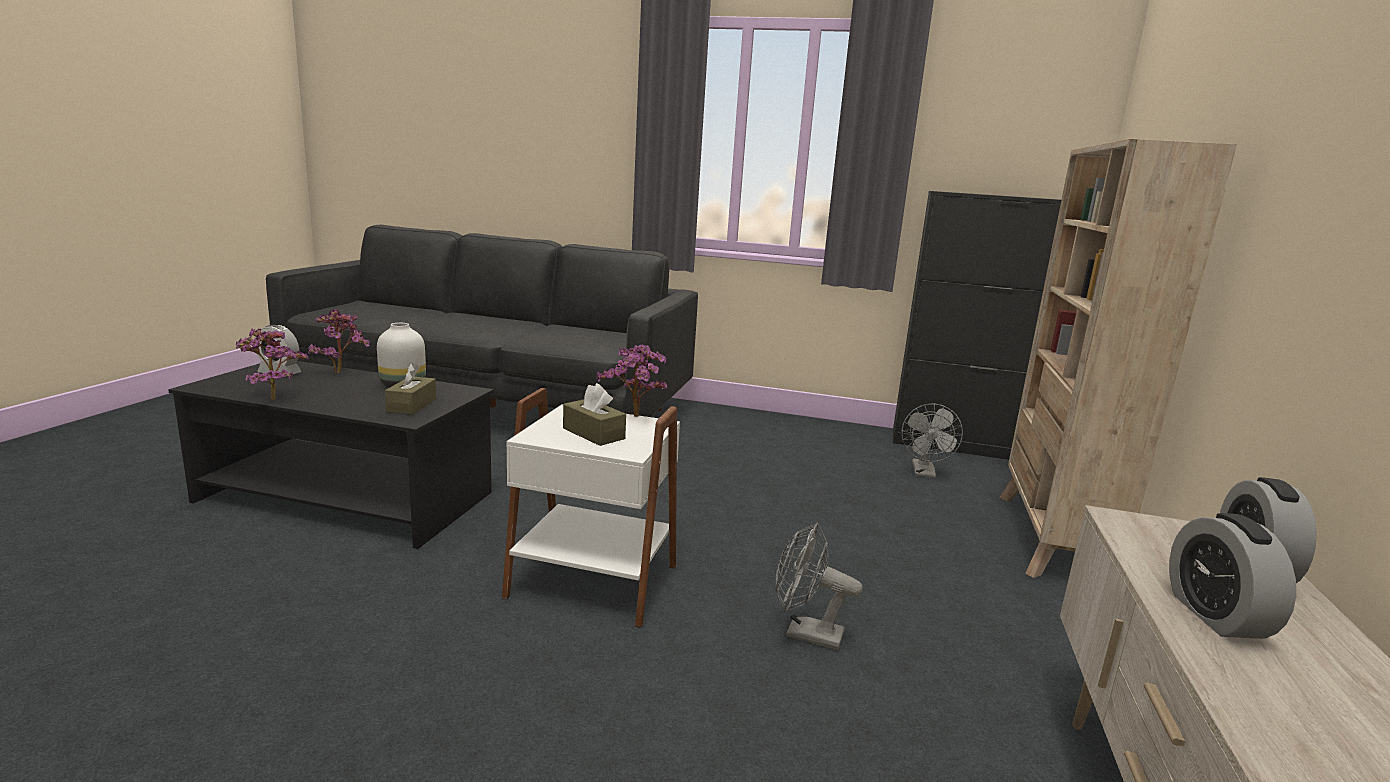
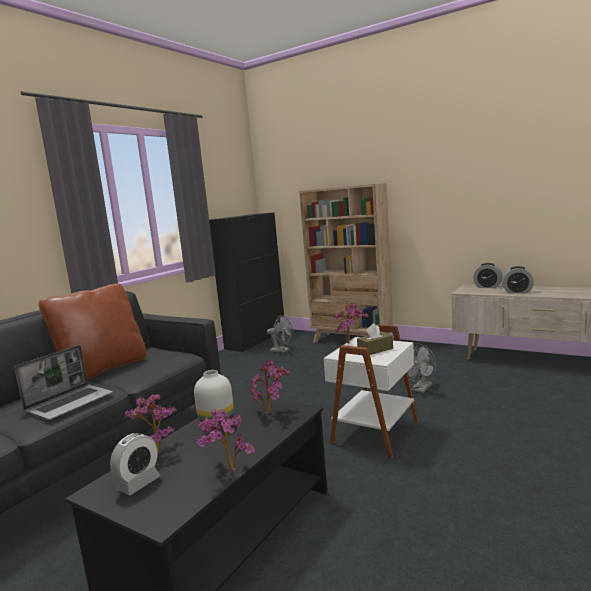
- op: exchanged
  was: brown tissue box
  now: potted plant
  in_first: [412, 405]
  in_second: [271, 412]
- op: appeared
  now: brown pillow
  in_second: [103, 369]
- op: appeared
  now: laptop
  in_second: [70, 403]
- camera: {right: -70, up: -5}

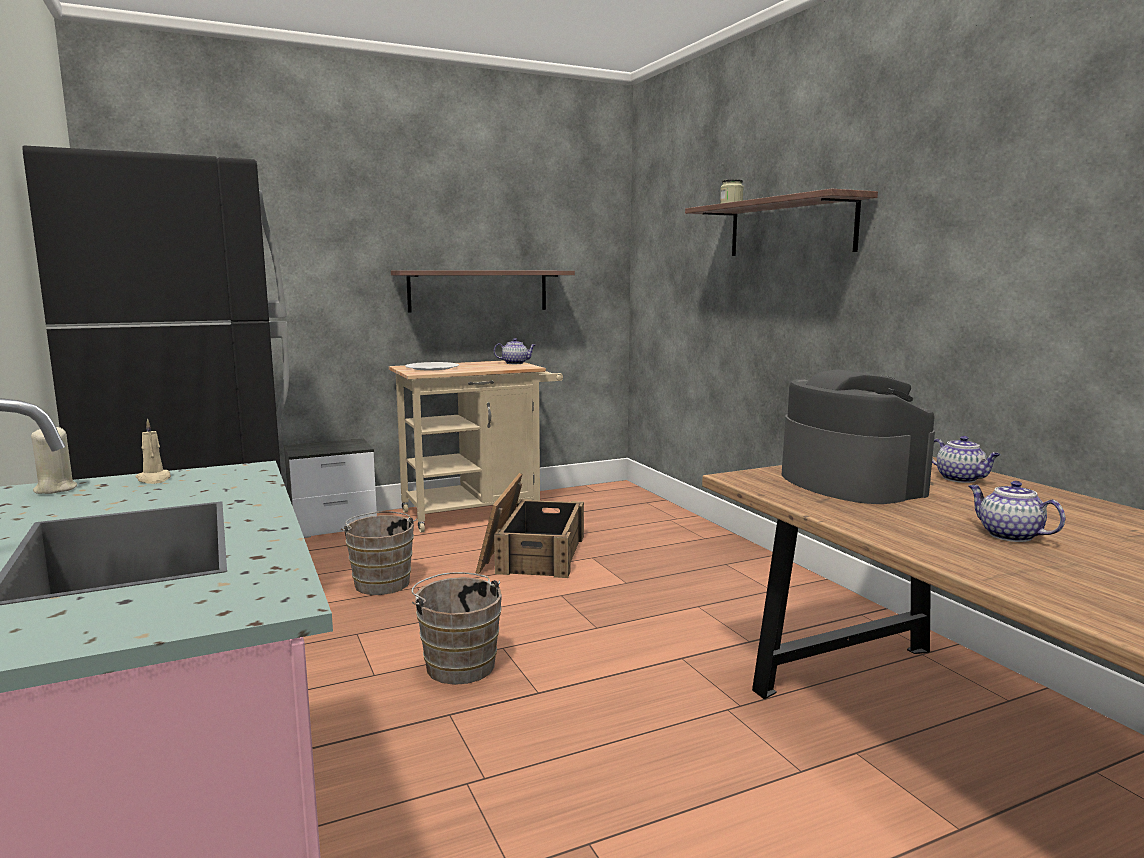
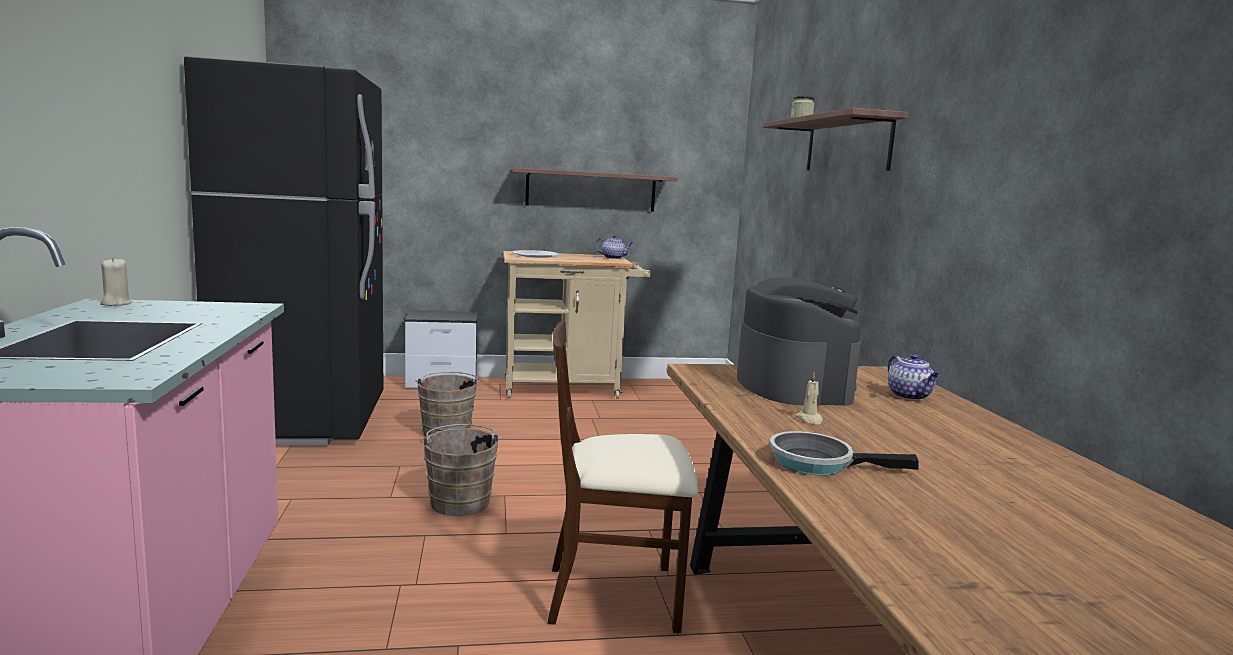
- op: relocated
  was: beige candle
  in_first: [154, 479]
  in_second: [809, 419]
- op: missing
  was: crate
  in_first: [531, 553]
- op: missing
  was: teapot
  in_first: [1008, 535]
- op: appeared
  now: beige chair
  in_second: [615, 595]
- op: appeared
  now: frying pan
  in_second: [817, 463]
- camera: {right: 15, up: 0}

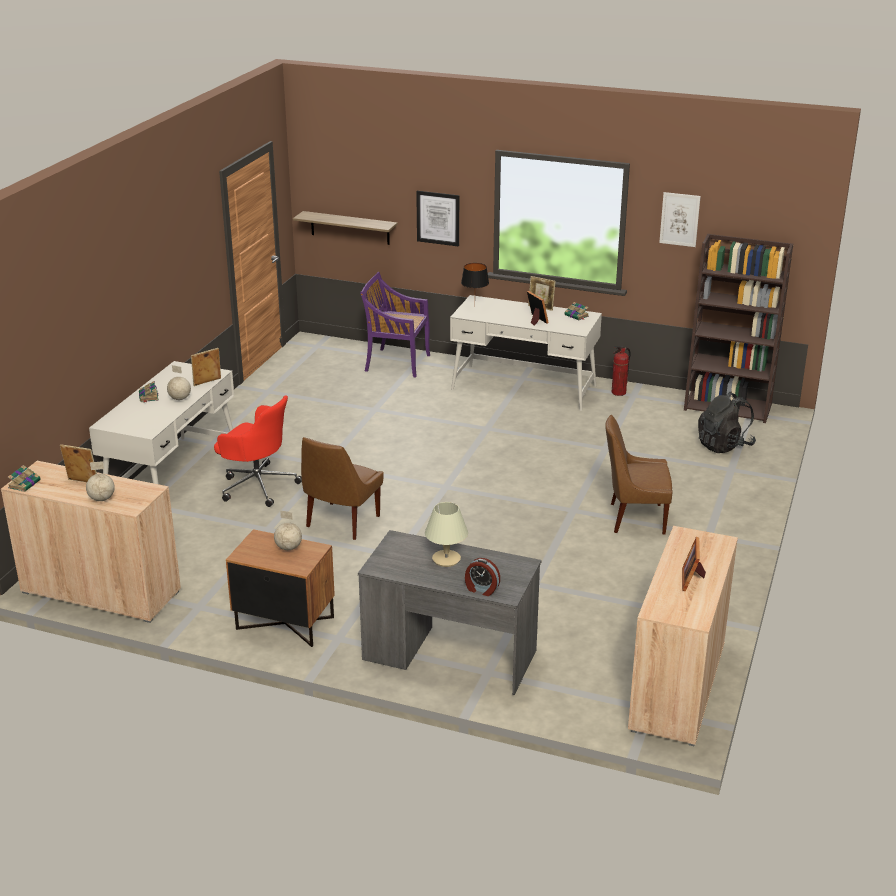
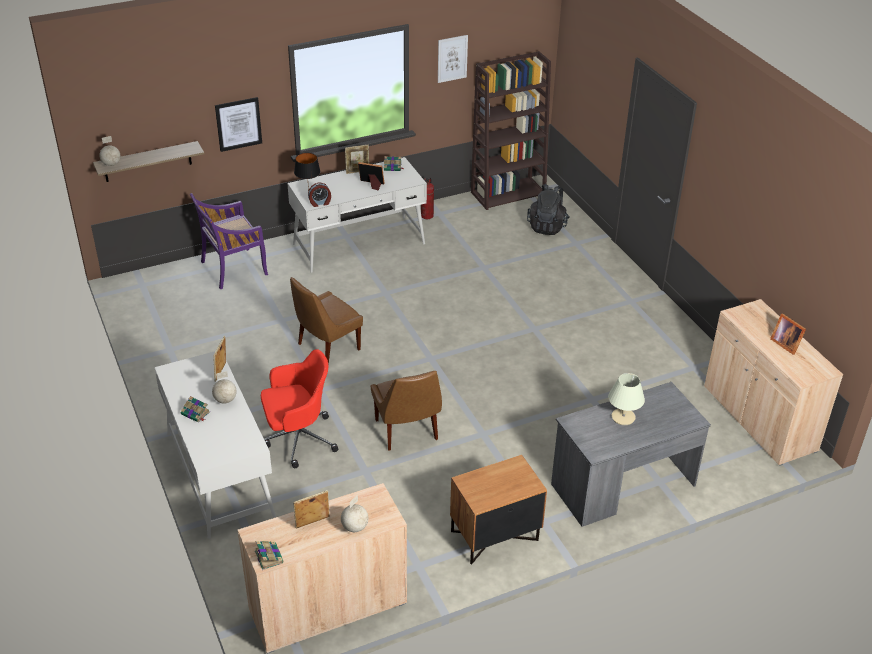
- op: relocated
  was: brown chair
  in_first: [634, 518]
  in_second: [326, 347]
- op: relocated
  was: globe
  in_first: [288, 547]
  in_second: [111, 164]
- op: relocated
  was: alarm clock
  in_first: [481, 589]
  in_second: [320, 203]
- camera: {right: -45, up: 10}

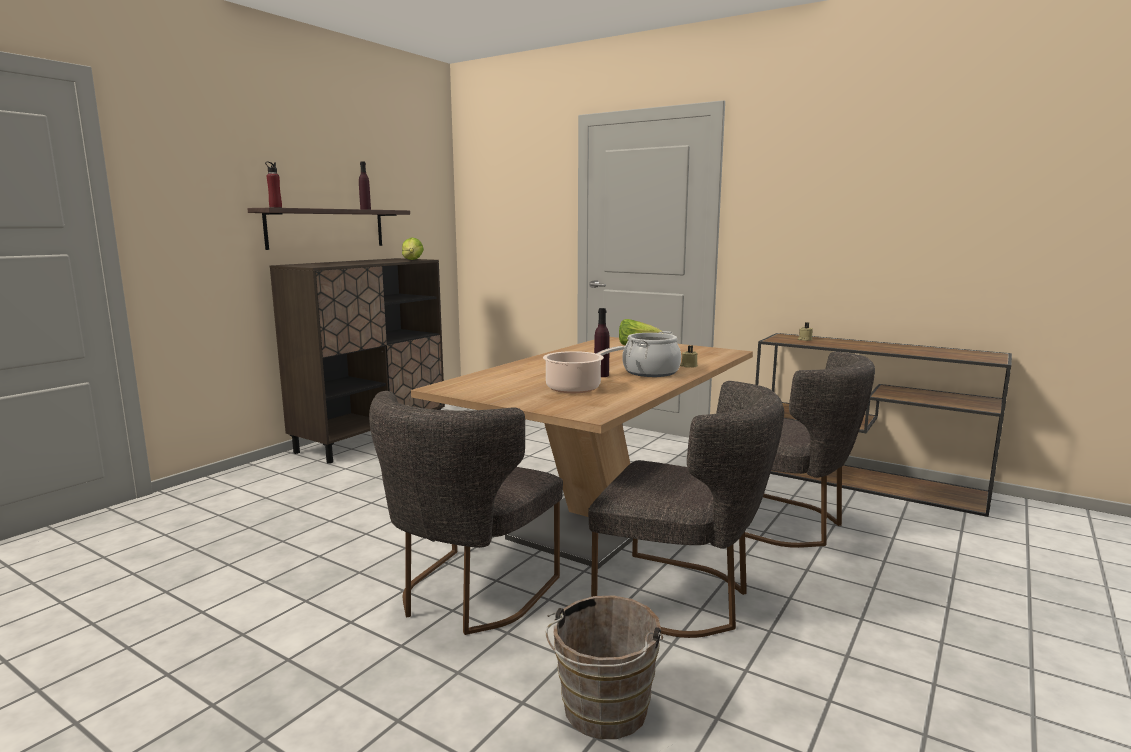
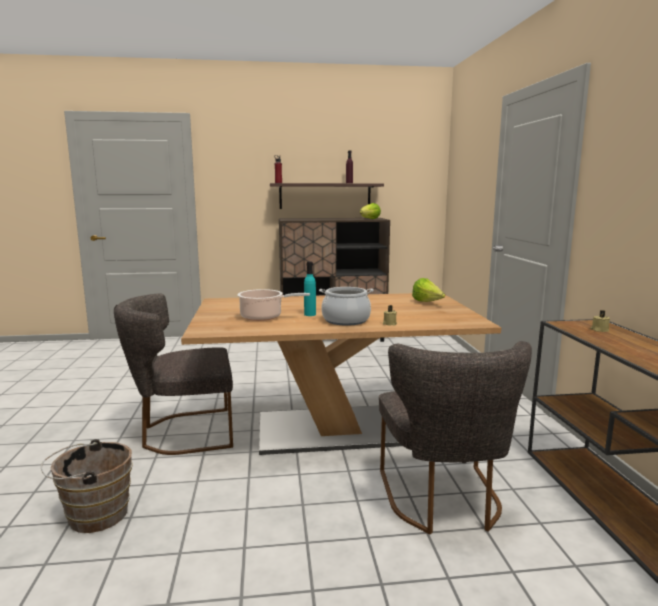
- op: colour
  was: purple bottle
  now: turquoise bottle
  in_first: [601, 375]
  in_second: [310, 314]
- op: missing
  was: grey chair
  in_first: [682, 598]
- camera: {right: 50, up: 0}

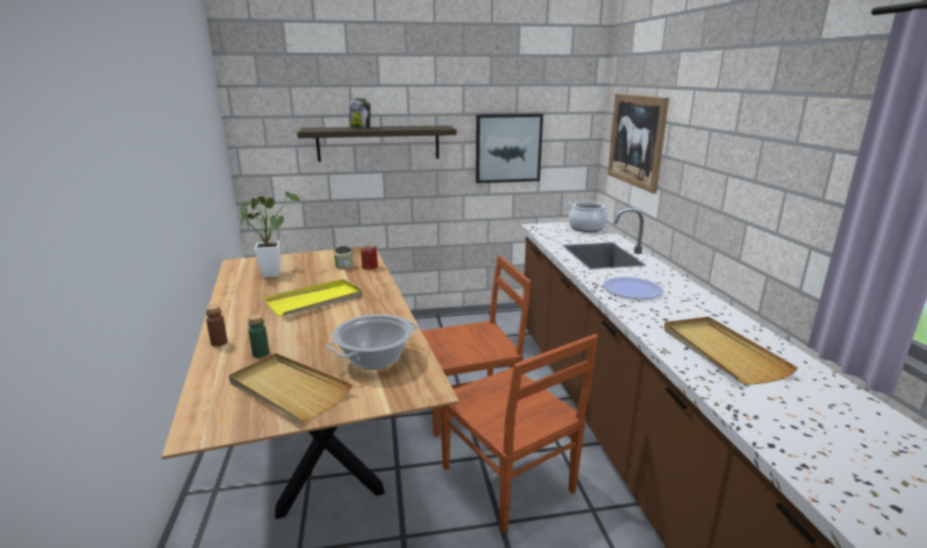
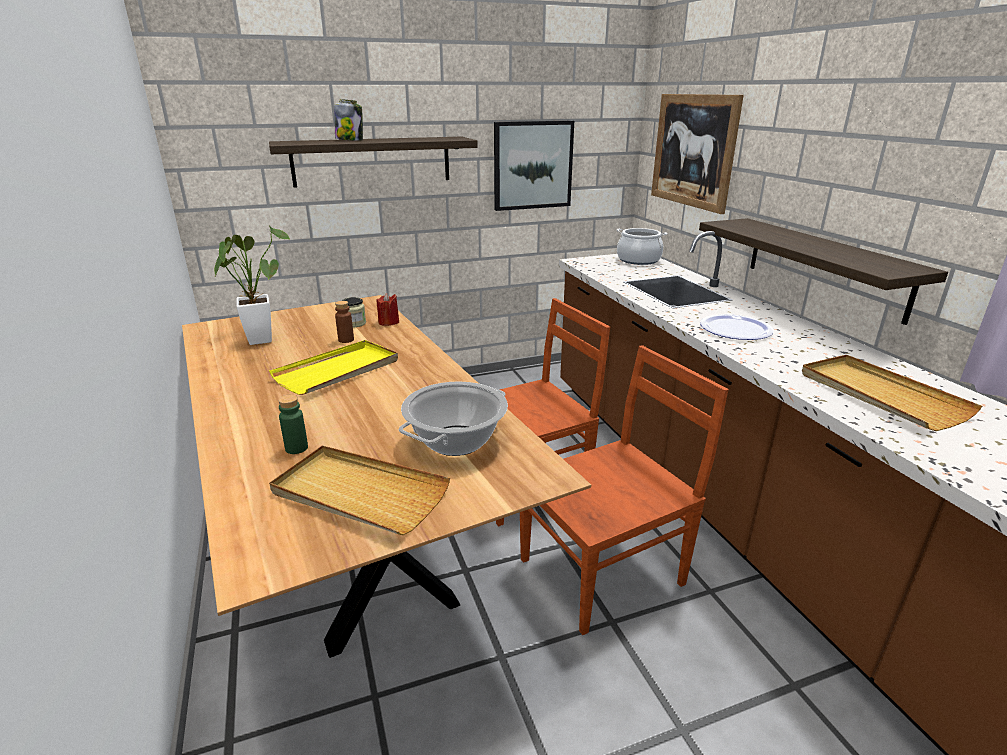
- op: relocated
  was: brown bottle
  in_first: [219, 343]
  in_second: [346, 340]
- op: spun
  was: brown chair
  in_first: [509, 481]
  in_second: [605, 570]
  clockwise: -75
- op: appeared
  now: shelf
  in_second: [824, 266]
- camera: {right: -10, up: 5}

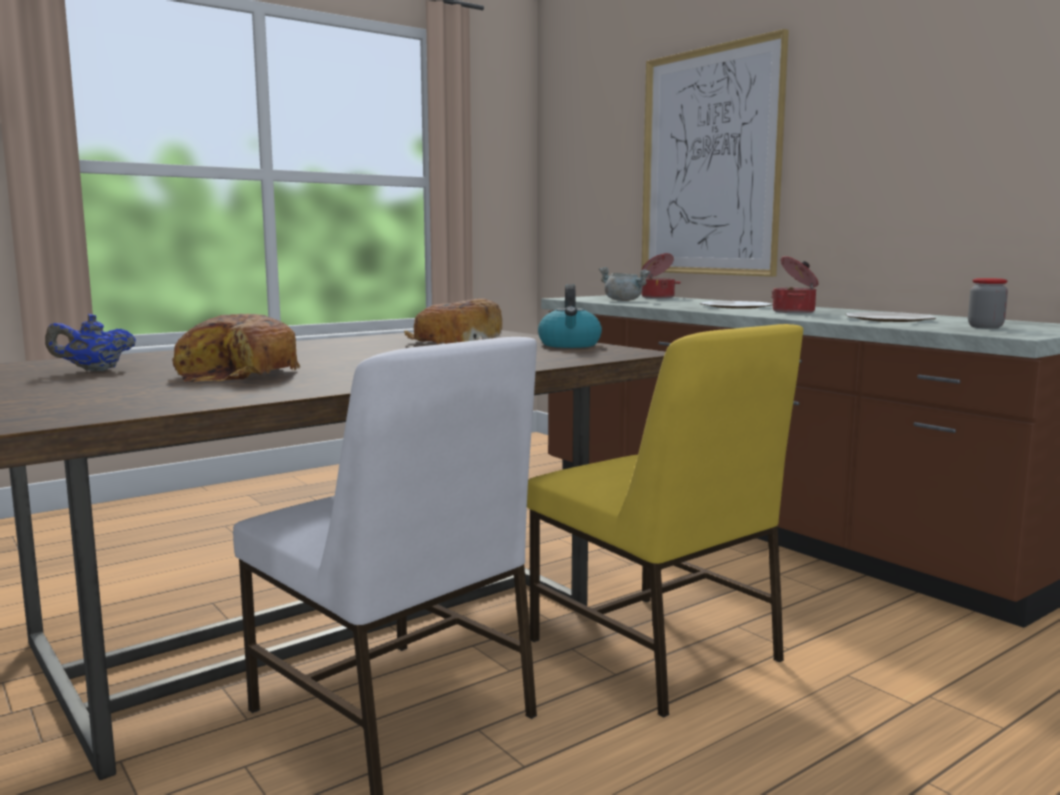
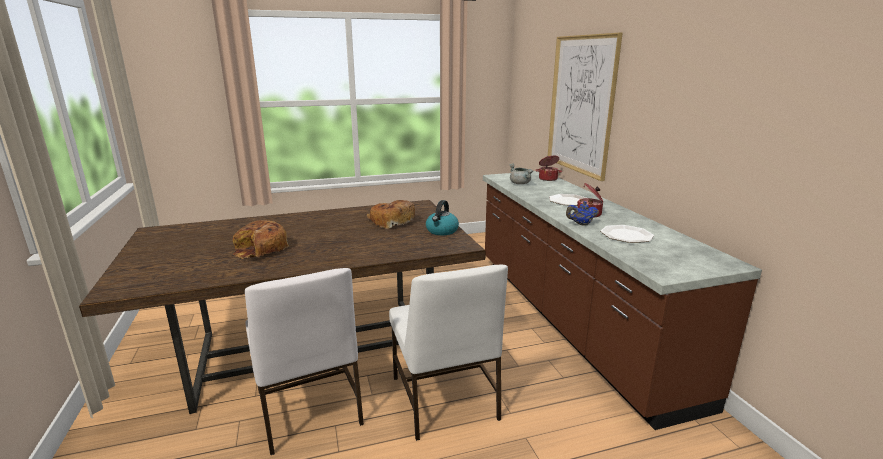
- op: missing
  was: jar
  in_first: [985, 327]
- op: relocated
  was: blue teapot
  in_first: [94, 370]
  in_second: [581, 224]
- op: colour
  was: yellow chair
  now: white chair
  in_first: [655, 652]
  in_second: [443, 399]
- camera: {right: 20, up: 10}

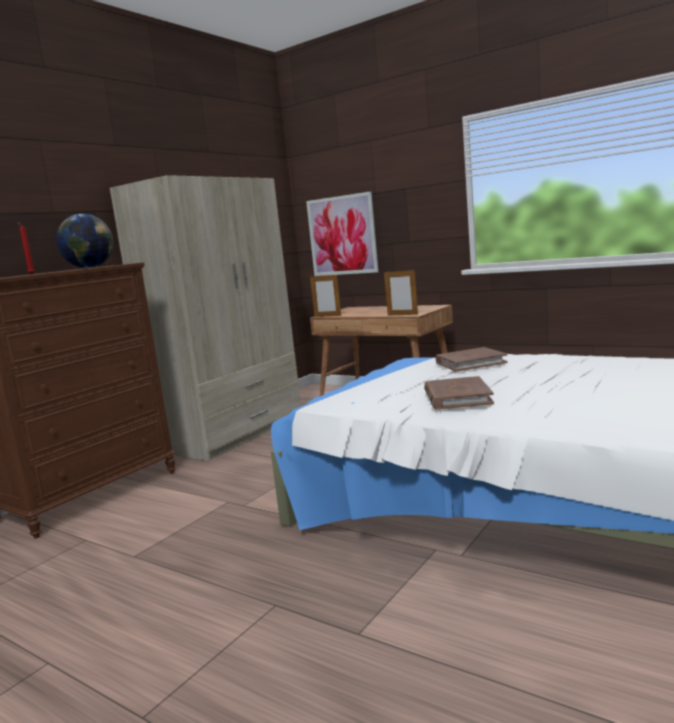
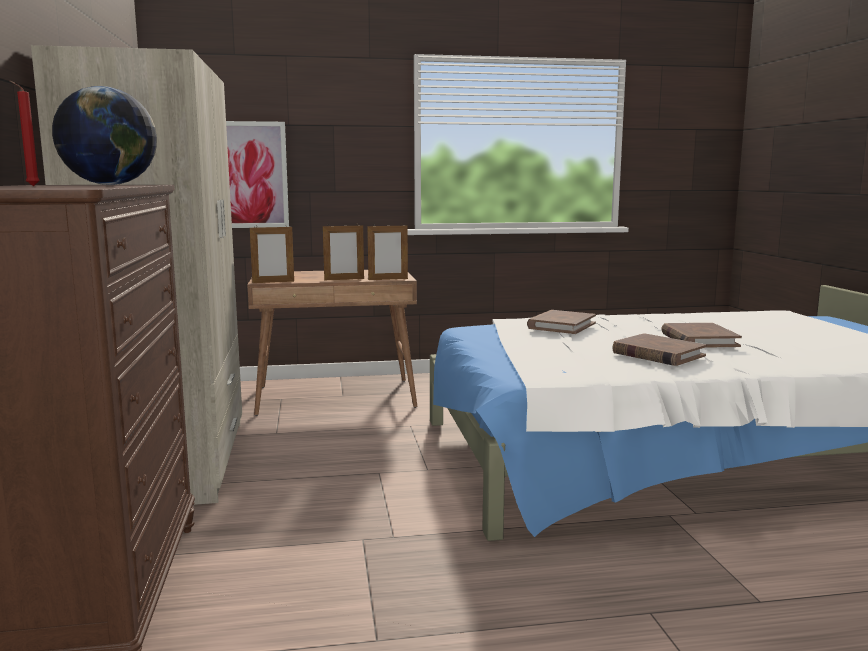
- op: appeared
  now: picture frame
  in_second: [344, 279]
- op: appeared
  now: brown book
  in_second: [699, 339]
- camera: {right: -45, up: 0}

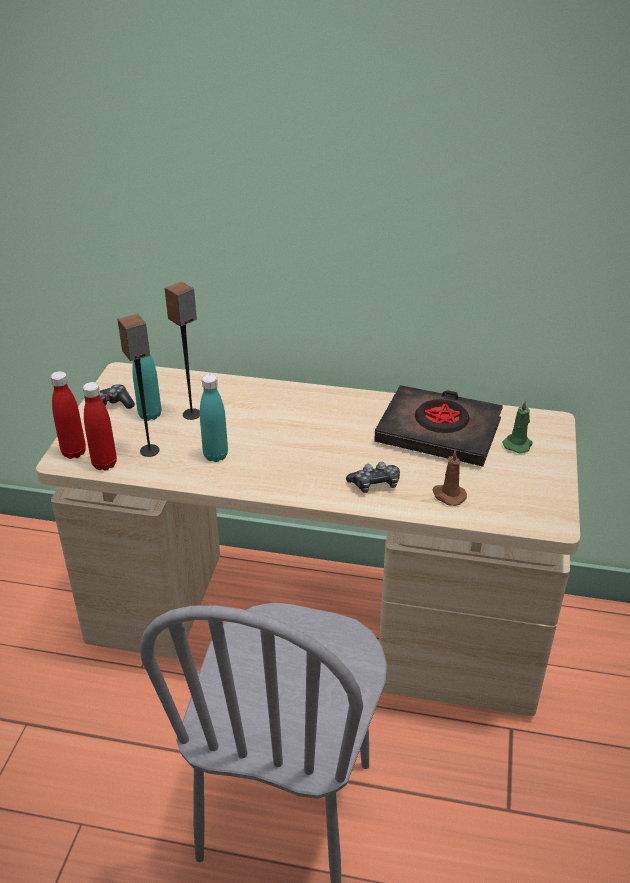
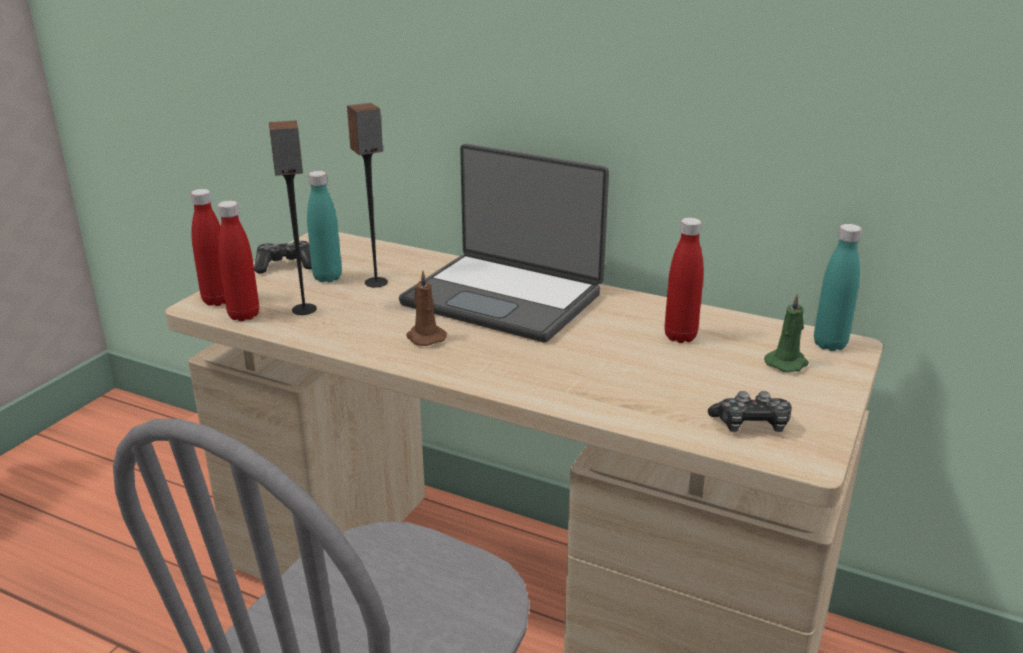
- op: relocated
  was: turquoise bottle
  in_first: [215, 455]
  in_second: [829, 344]
- op: exchanged
  was: black book
  now: red bottle
  in_first: [439, 432]
  in_second: [680, 336]
- op: relocated
  was: brown candle
  in_first: [448, 495]
  in_second: [425, 337]
- op: relocated
  was: game controller
  in_first: [375, 484]
  in_second: [751, 425]
- op: appeared
  now: laptop
  in_second: [504, 298]
- camera: {right: 15, up: -10}

